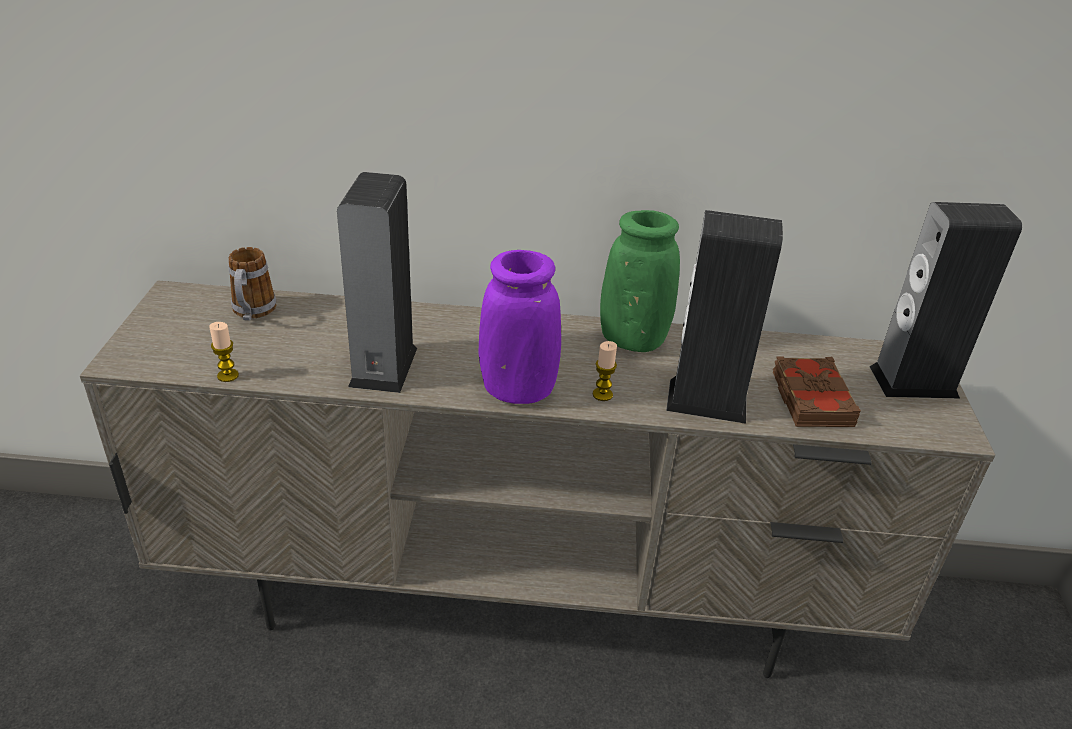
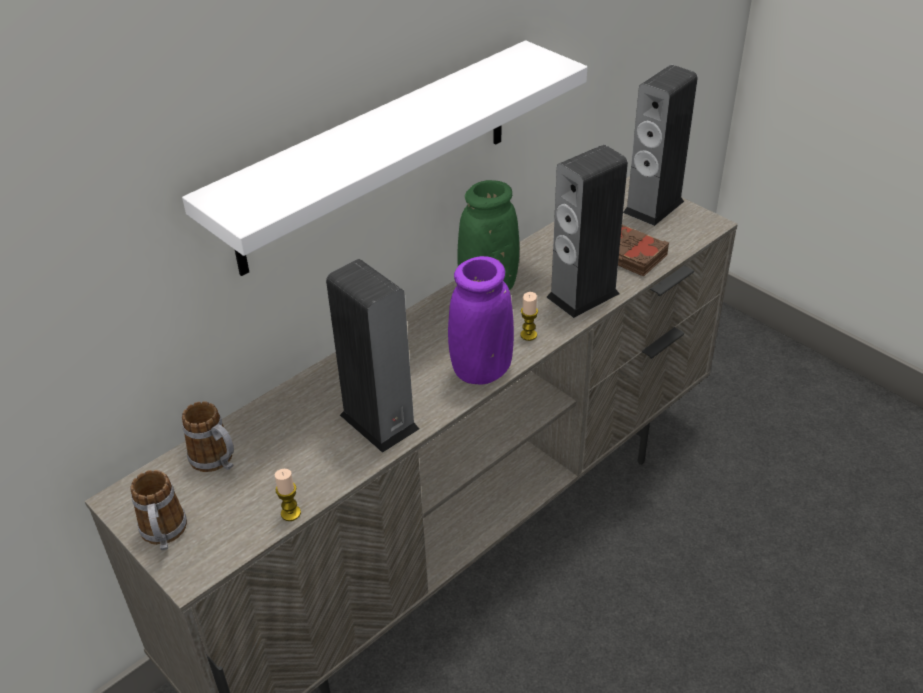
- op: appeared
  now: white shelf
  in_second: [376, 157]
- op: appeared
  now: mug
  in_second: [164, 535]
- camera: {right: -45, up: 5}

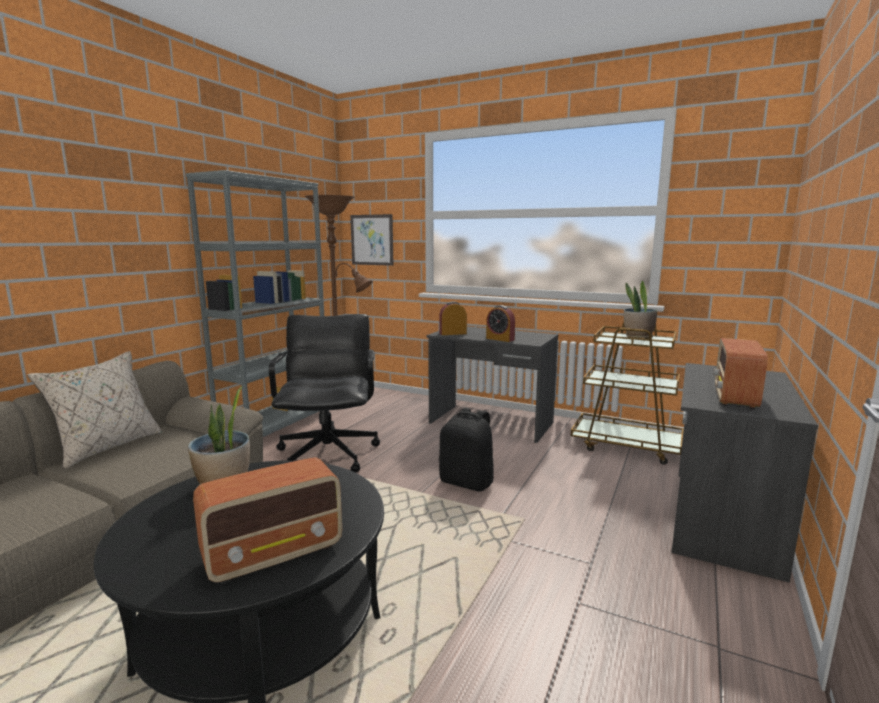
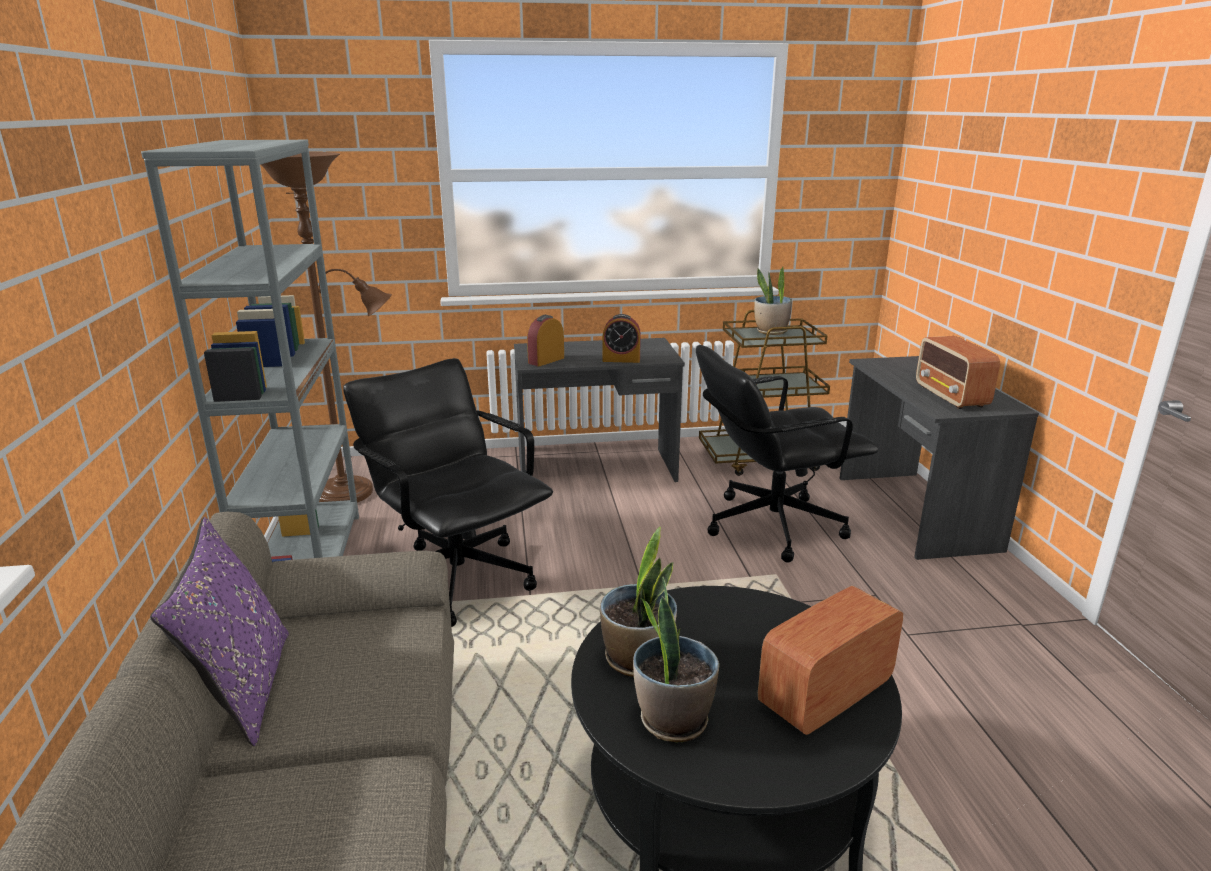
- op: missing
  was: picture
  in_first: [372, 240]
- op: colour
  was: beige pillow
  now: purple pillow
  in_first: [107, 447]
  in_second: [243, 689]
- op: missing
  was: black backpack
  in_first: [467, 482]
- op: spun
  was: radio
  in_first: [275, 552]
  in_second: [824, 695]
  clockwise: -150
- op: appeared
  now: black office chair
  in_second: [771, 525]
- op: appeared
  now: potted plant
  in_second: [672, 720]
- camera: {right: -35, up: 10}

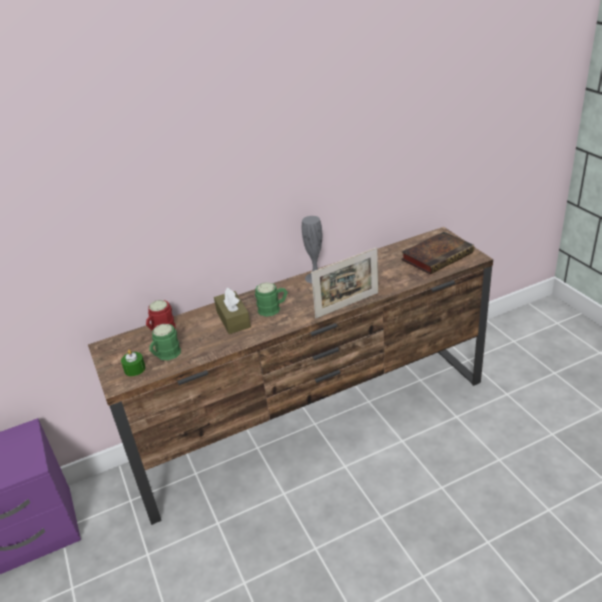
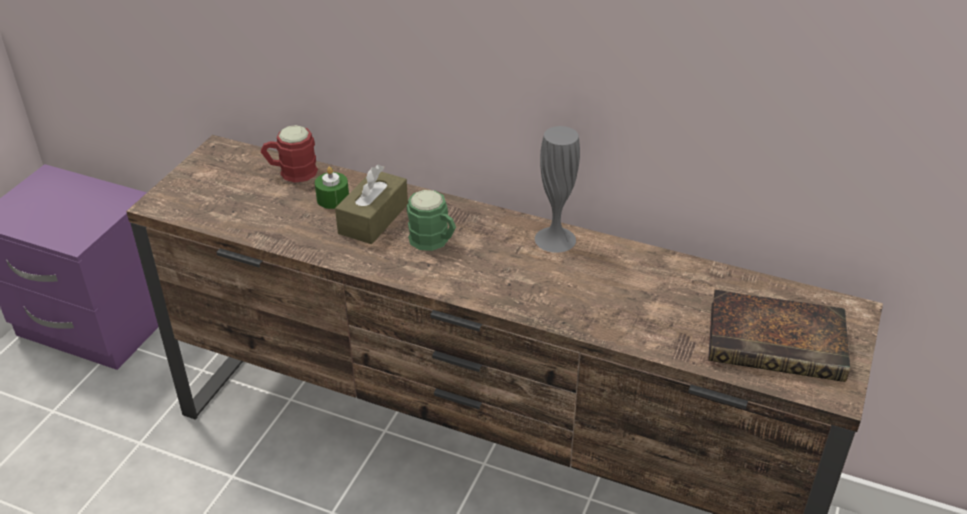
- op: missing
  was: picture frame
  in_first: [347, 305]
- op: missing
  was: green mug
  in_first: [165, 355]
- op: relocated
  was: green candle
  in_first: [134, 369]
  in_second: [333, 199]
- camera: {right: 45, up: 5}

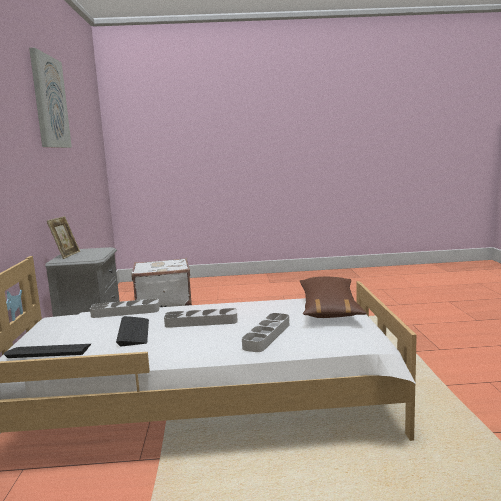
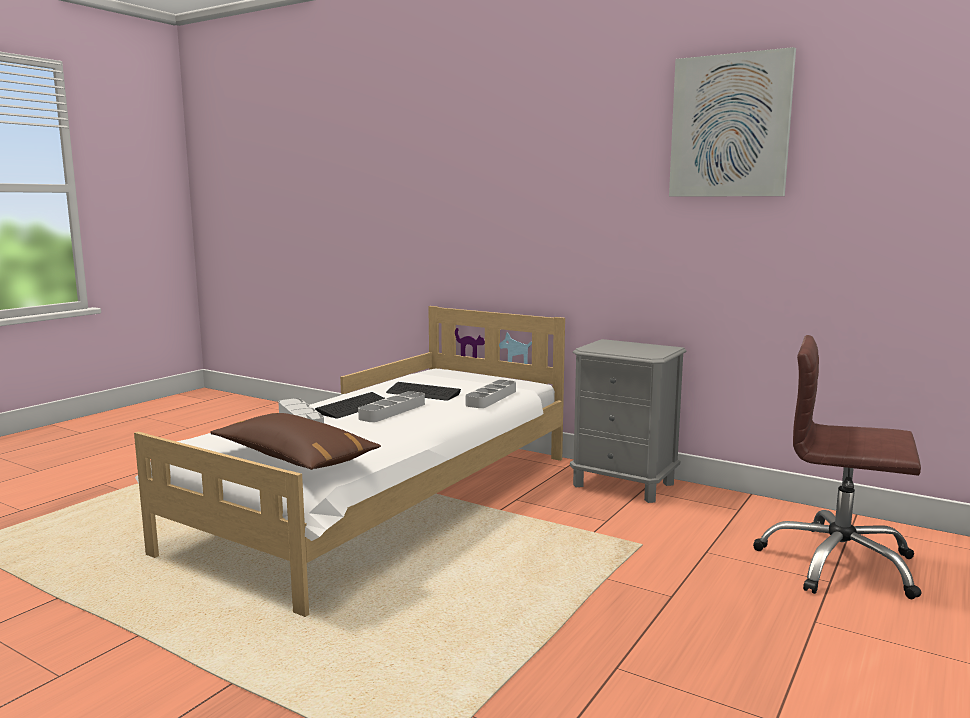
- op: missing
  was: picture frame
  in_first: [66, 255]
- op: exchanged
  was: white suitcase
  now: brown office chair
  in_first: [163, 302]
  in_second: [838, 564]
- op: relocated
  was: keyboard
  in_first: [49, 351]
  in_second: [354, 407]
- camera: {right: 125, up: 0}

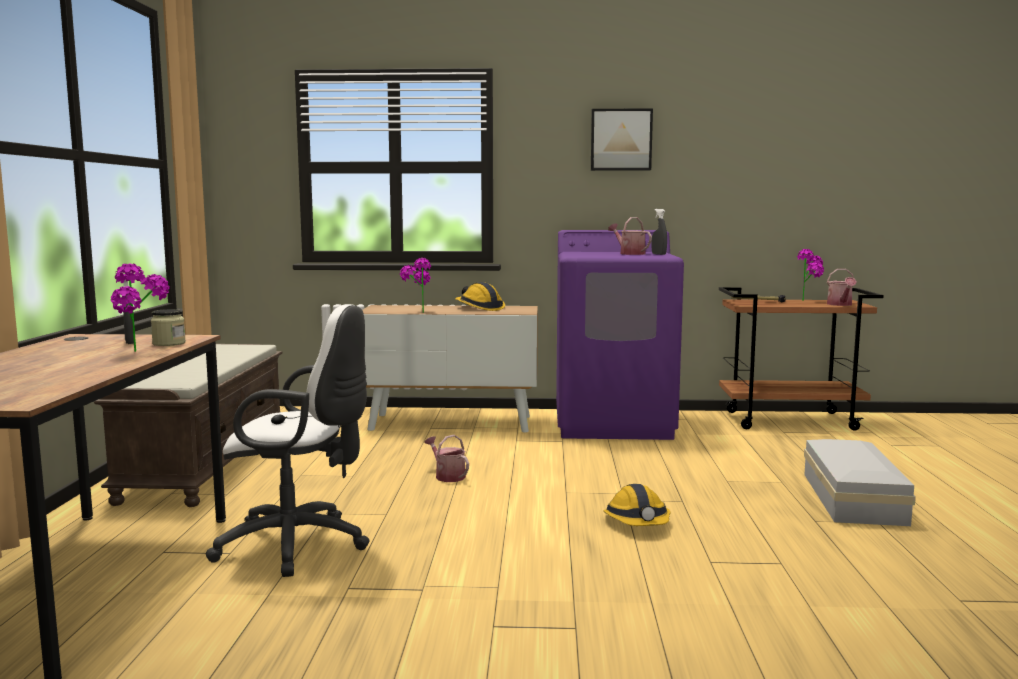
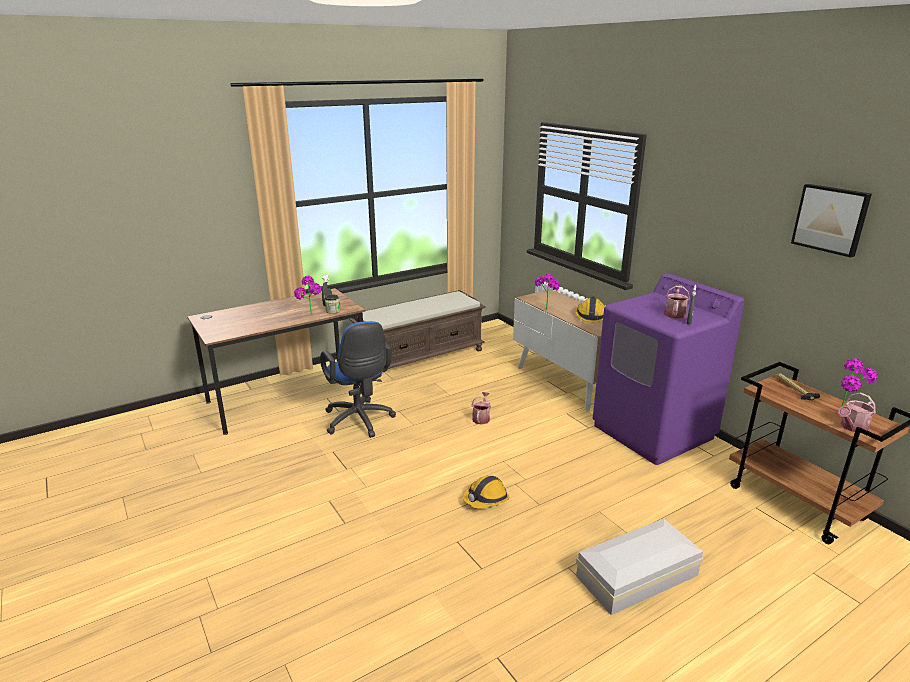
- op: relocated
  was: picture
  in_first: [621, 140]
  in_second: [831, 219]
- op: colour
  was: white office chair
  now: blue office chair
  in_first: [300, 545]
  in_second: [360, 421]
- camera: {right: 55, up: 15}

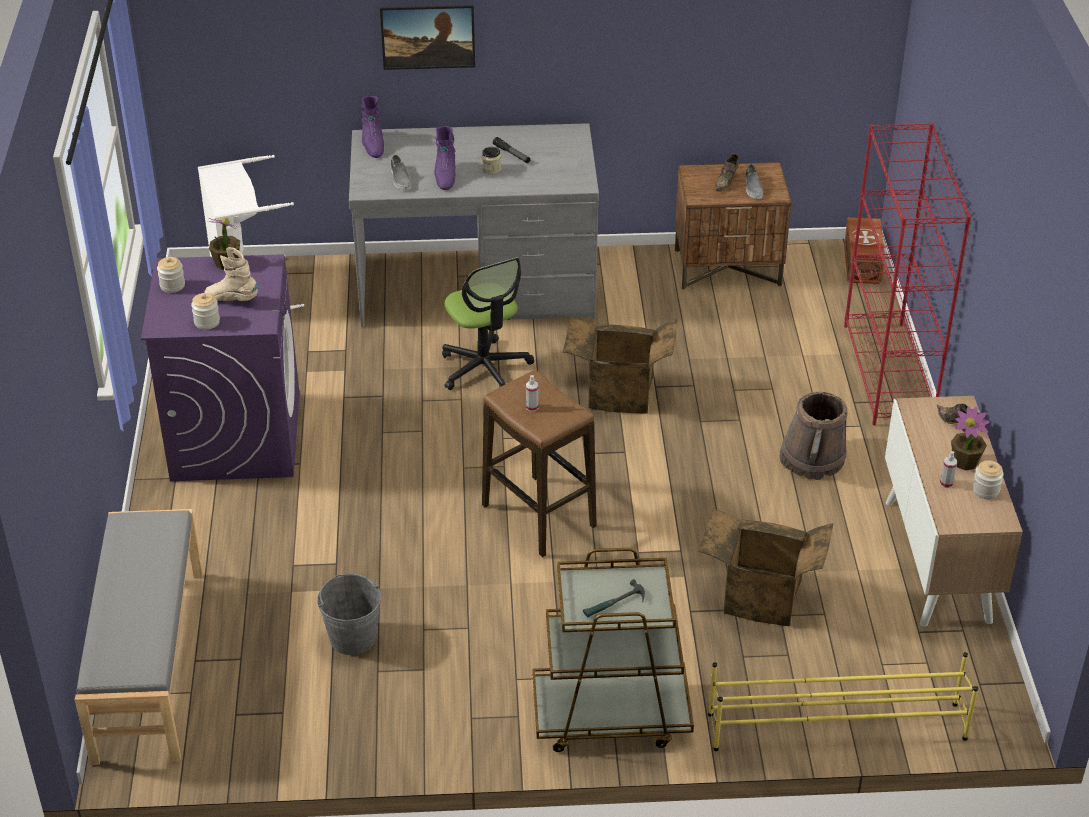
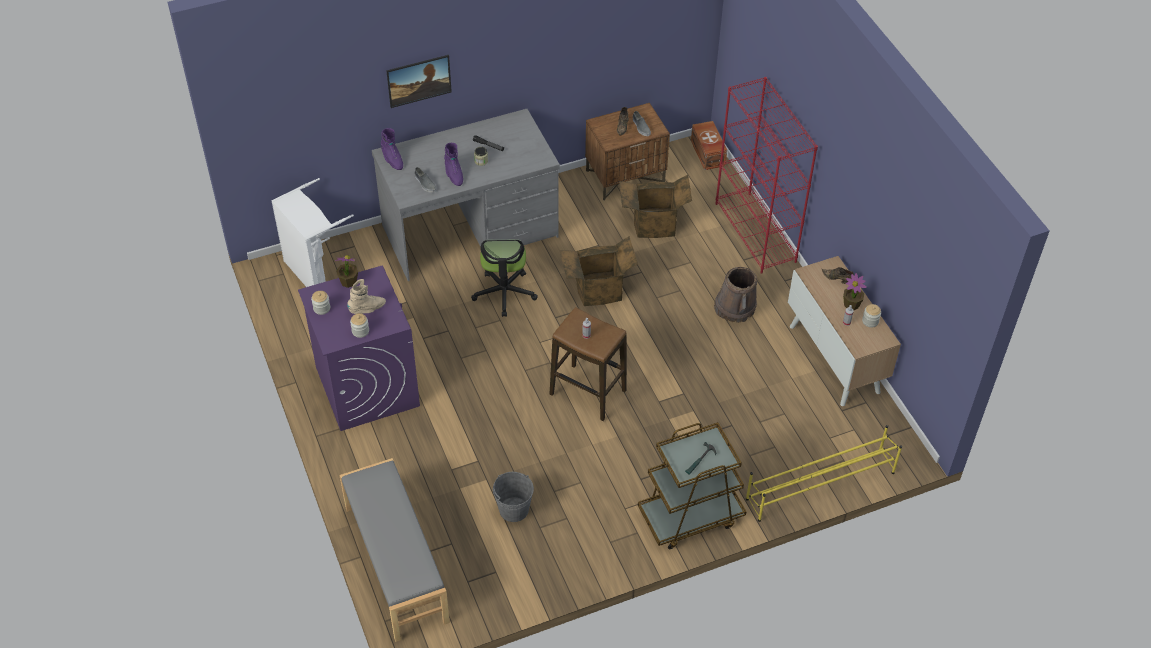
- op: spun
  was: beige boot
  in_first: [232, 299]
  in_second: [367, 309]
  clockwise: 150
- op: spun
  was: office chair
  in_first: [485, 368]
  in_second: [504, 293]
  clockwise: 45
- op: relocated
  was: cardboard box
  in_first: [760, 599]
  in_second: [653, 225]
- camera: {right: -20, up: 10}

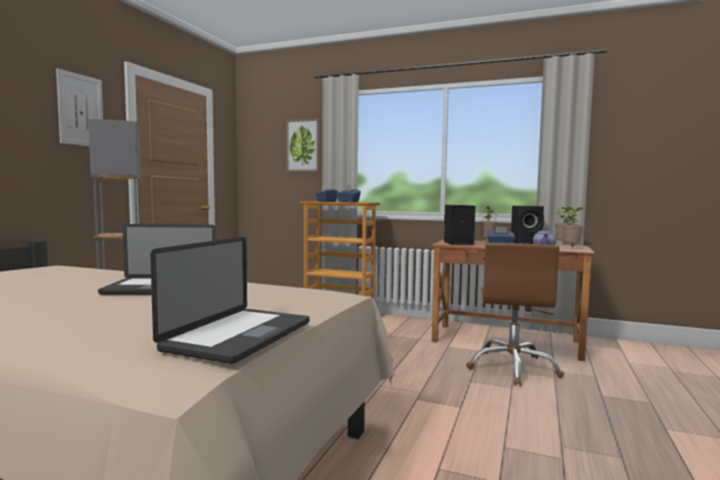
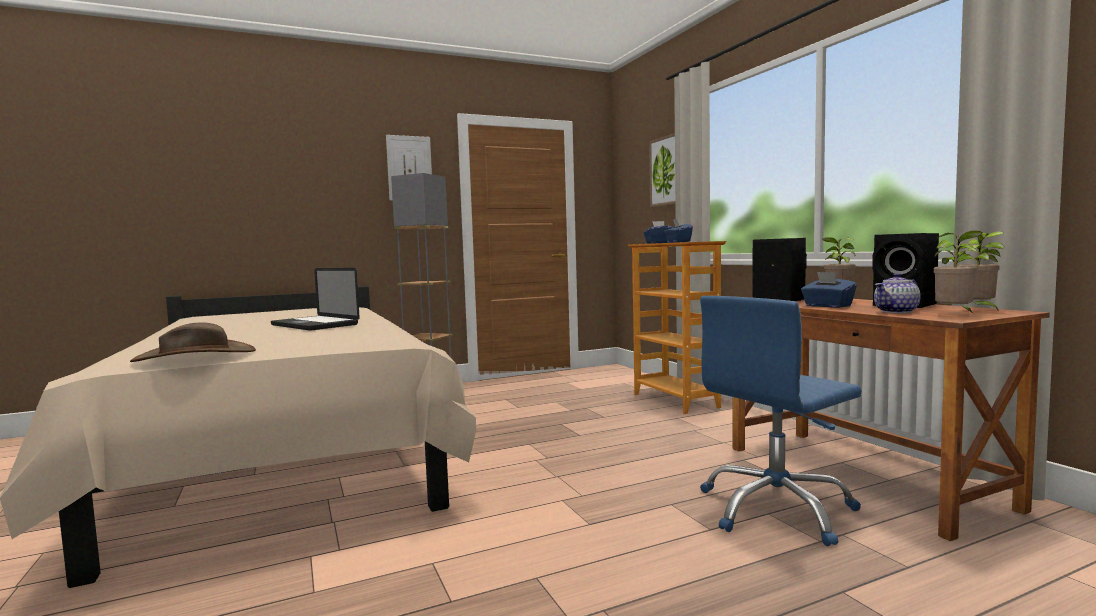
- op: exchanged
  was: laptop
  now: brown hat
  in_first: [240, 336]
  in_second: [195, 356]
- op: colour
  was: brown office chair
  now: blue office chair
  in_first: [513, 368]
  in_second: [776, 509]
- camera: {right: 45, up: 0}

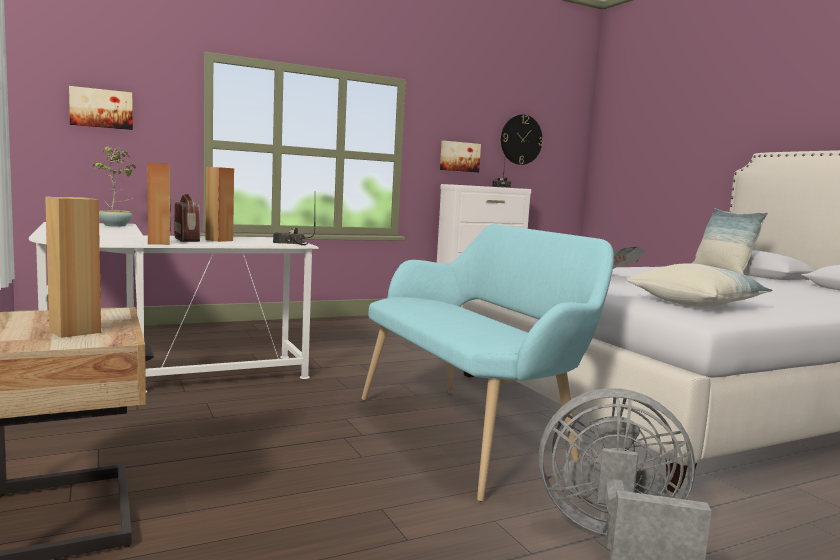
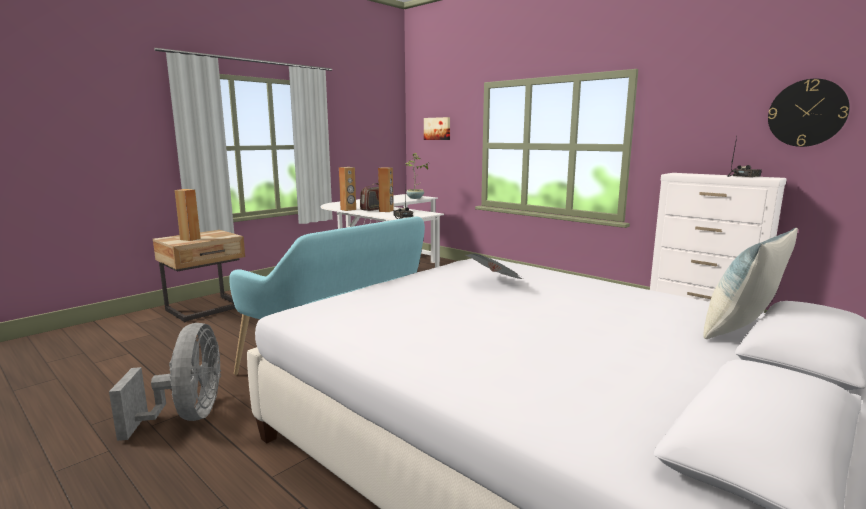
- op: missing
  was: picture
  in_first: [459, 156]
- op: missing
  was: pillow
  in_first: [695, 303]
- camera: {right: 70, up: 5}

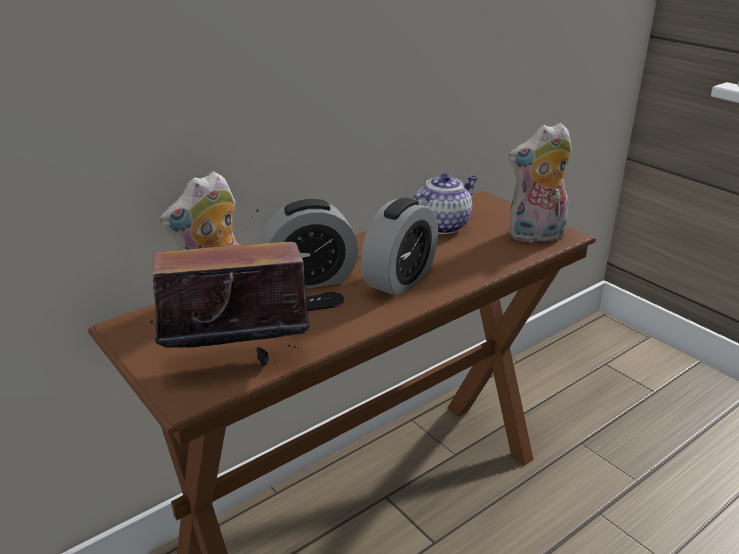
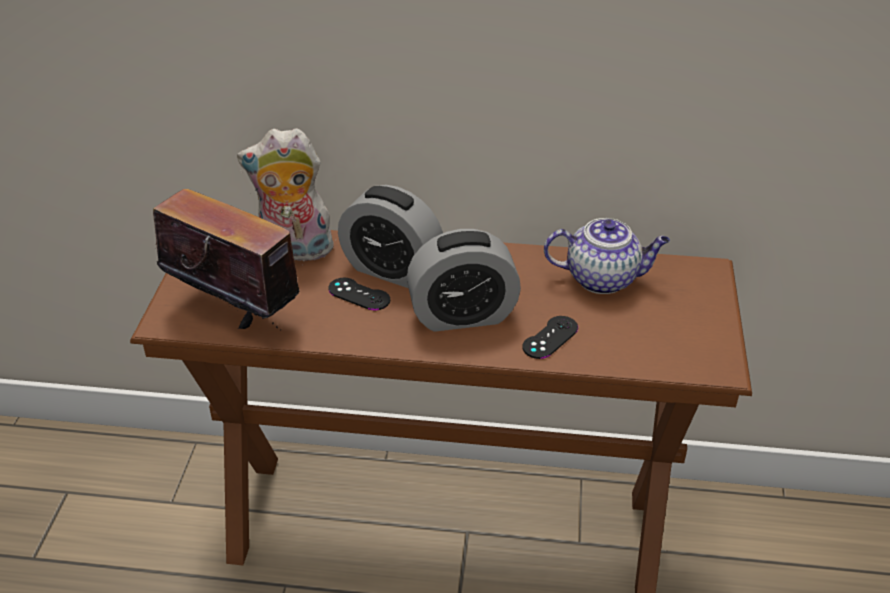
- op: missing
  was: plush toy
  in_first: [536, 236]
- op: appeared
  now: black game controller
  in_second: [550, 337]
- camera: {right: 45, up: 10}

